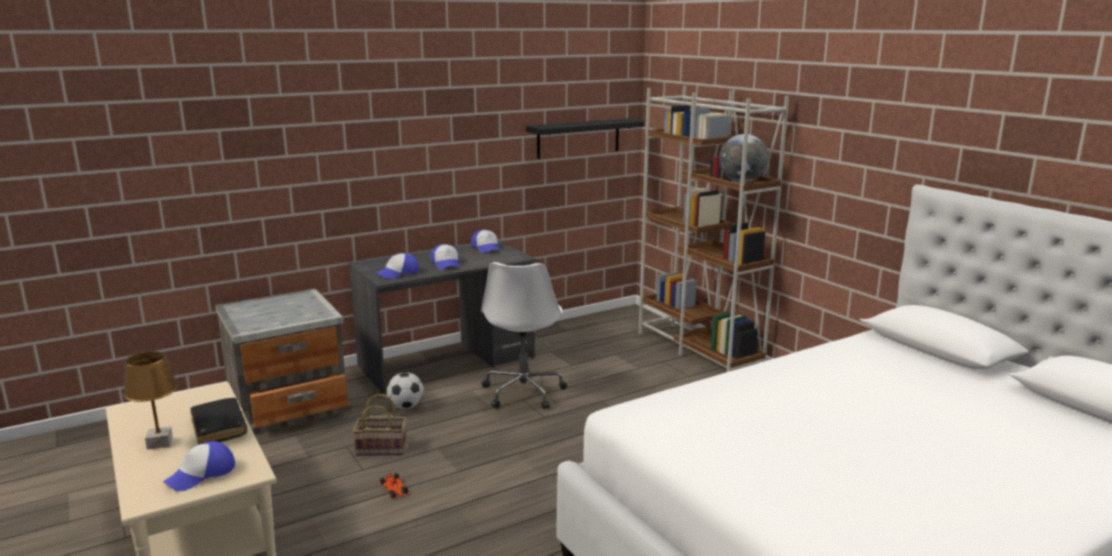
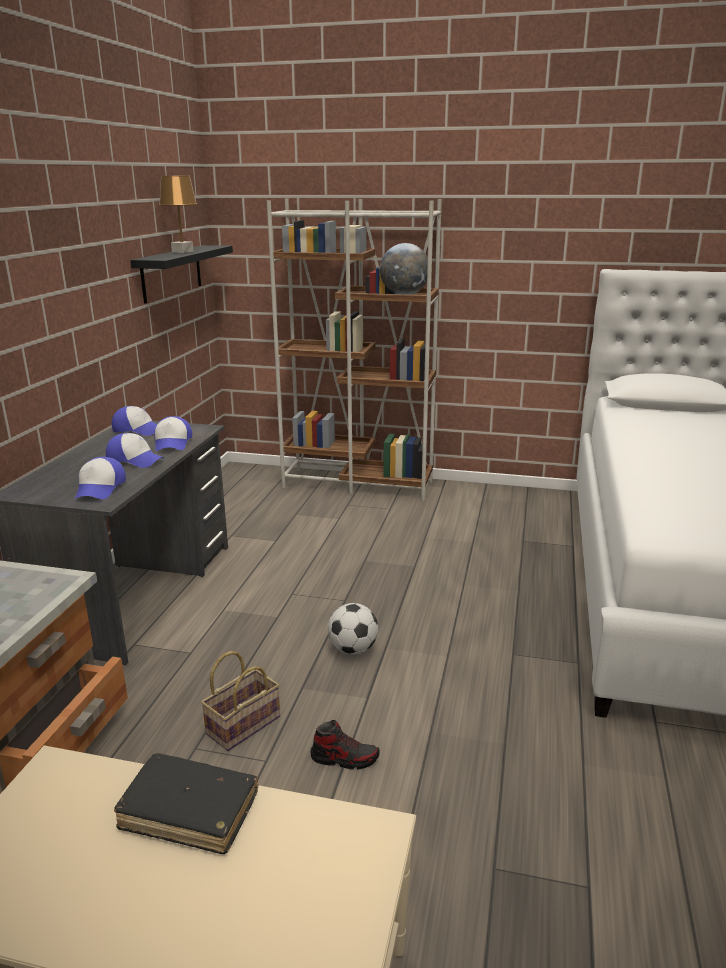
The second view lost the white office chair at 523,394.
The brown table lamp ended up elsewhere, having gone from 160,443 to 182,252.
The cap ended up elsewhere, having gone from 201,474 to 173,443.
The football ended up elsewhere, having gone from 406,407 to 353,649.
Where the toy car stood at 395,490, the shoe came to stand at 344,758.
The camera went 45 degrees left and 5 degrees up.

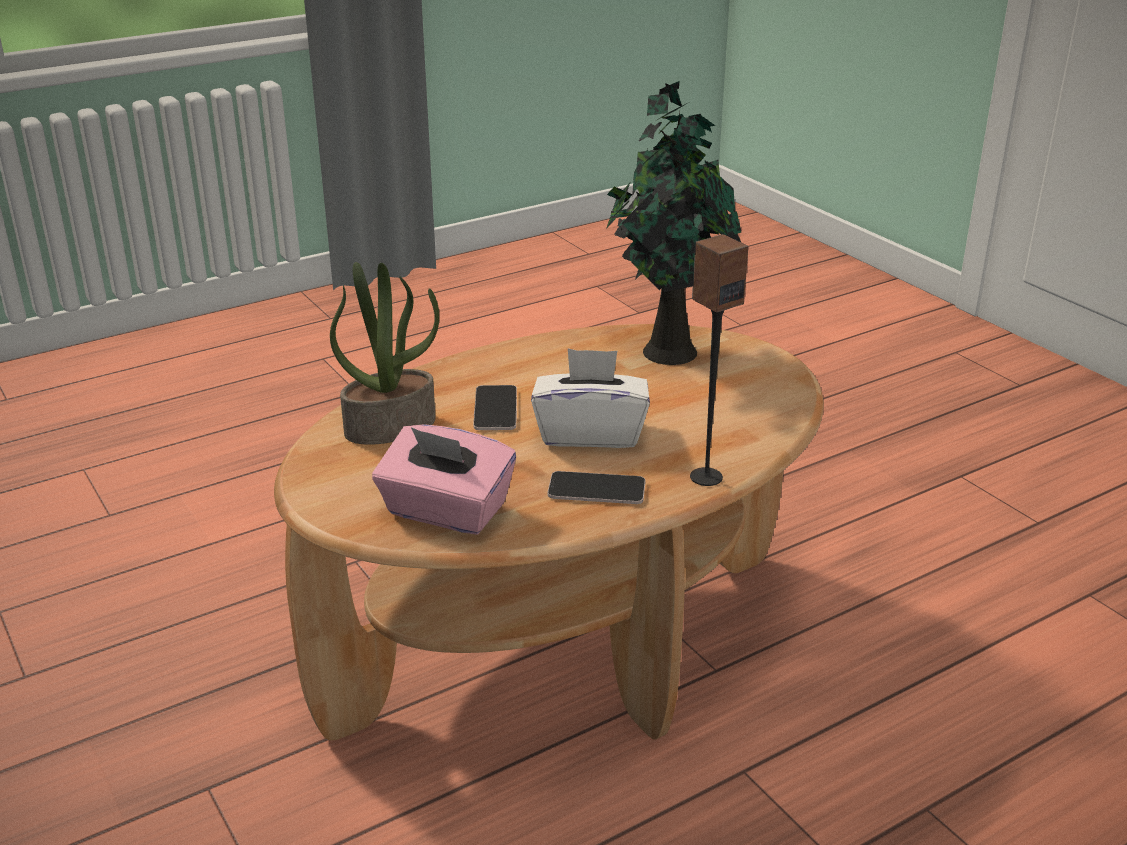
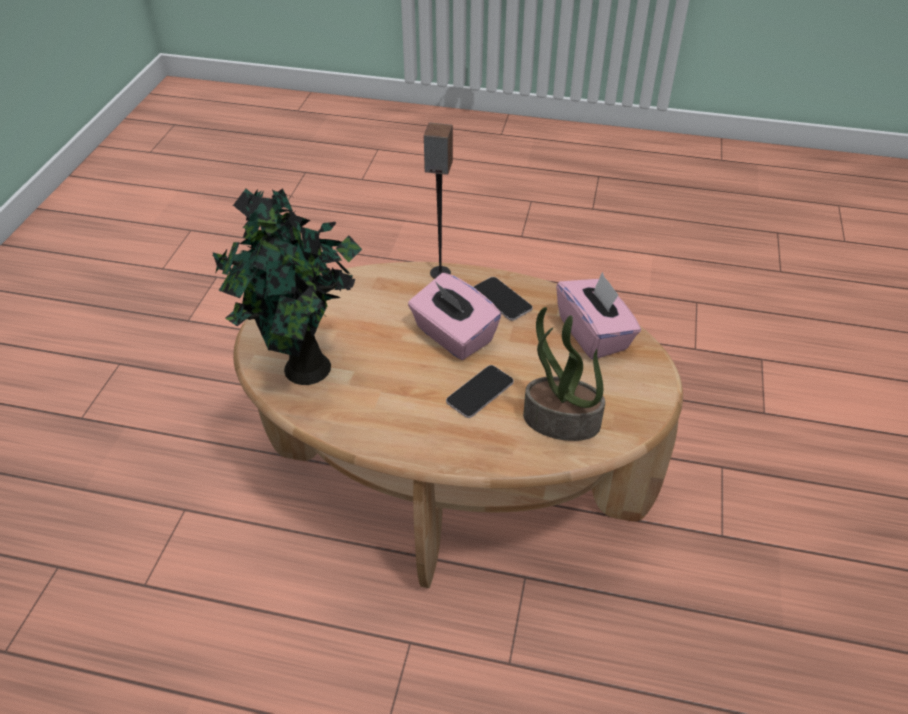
What was the white tissue box at 590,433 turned into the pink tissue box at 453,336.
The camera went 135 degrees left and 15 degrees up.

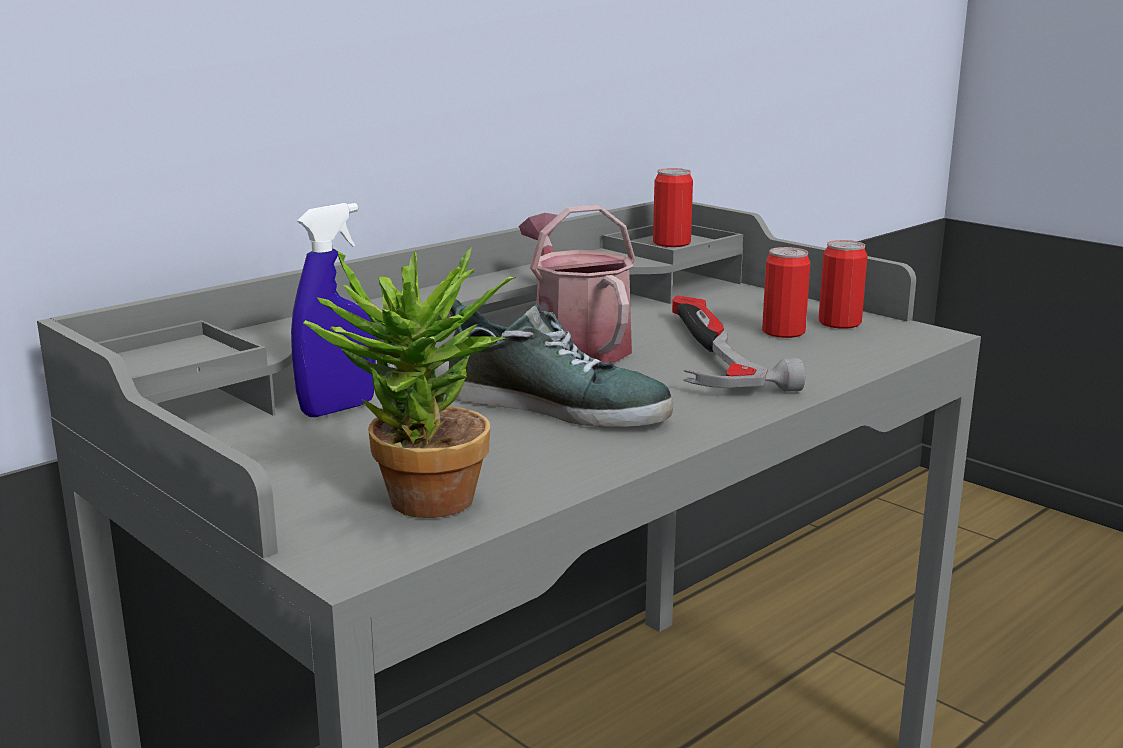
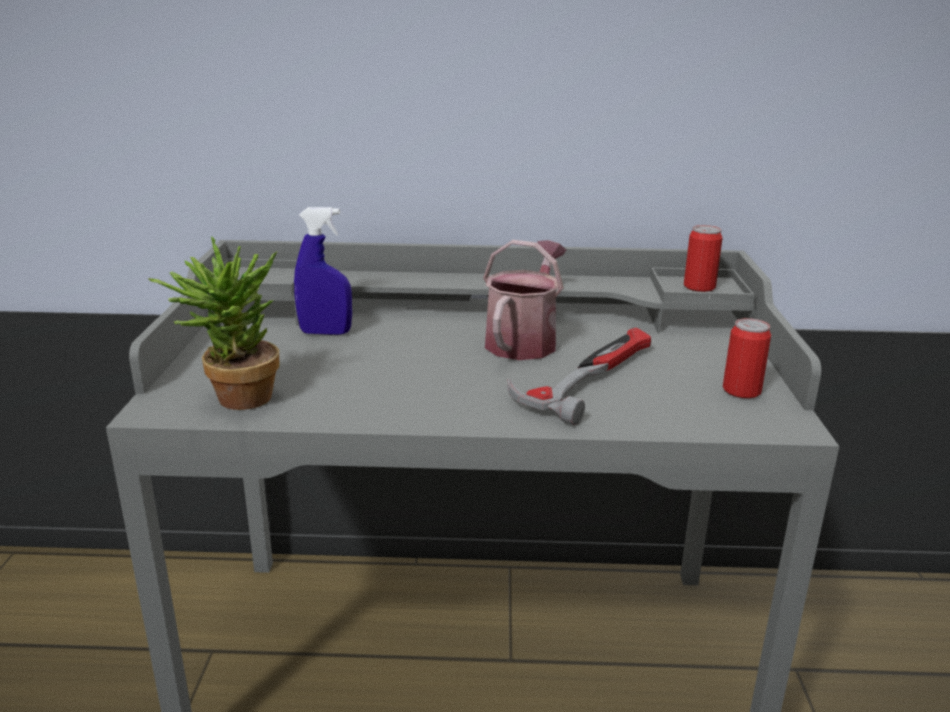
The second view lost the shoe at 557,405.
The second view lost the can at 783,332.
The camera went 45 degrees right and 5 degrees up.

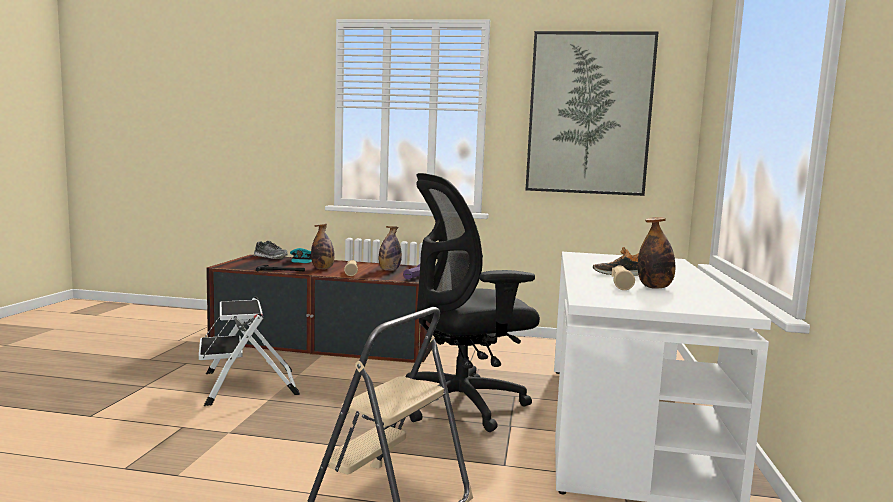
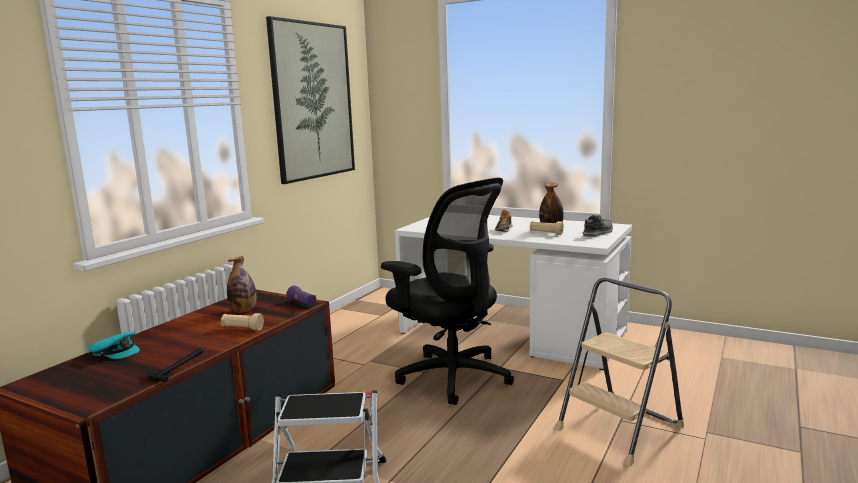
The second view lost the bottle at 322,269.
The shoe ended up elsewhere, having gone from 270,257 to 597,233.
The black office chair at 468,402 ended up facing another way, 45 degrees counterclockwise from before.
The camera went 70 degrees left and 5 degrees up.

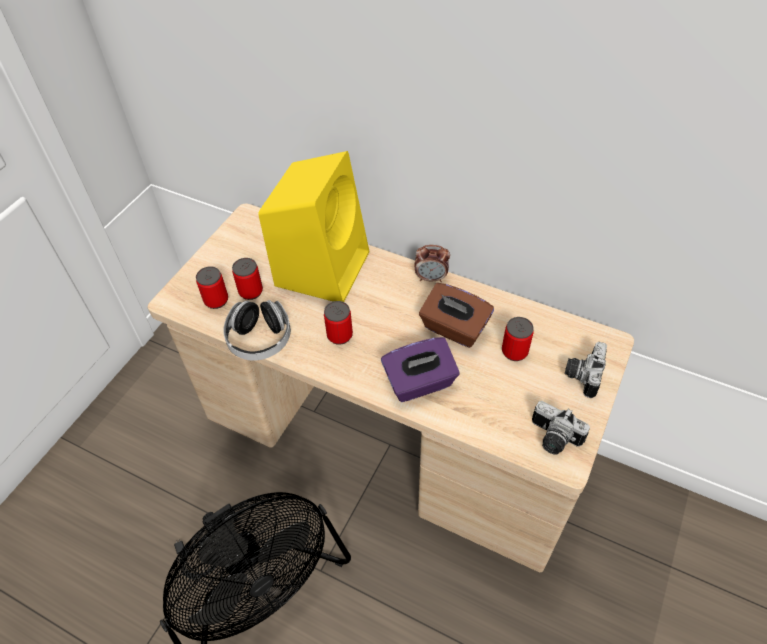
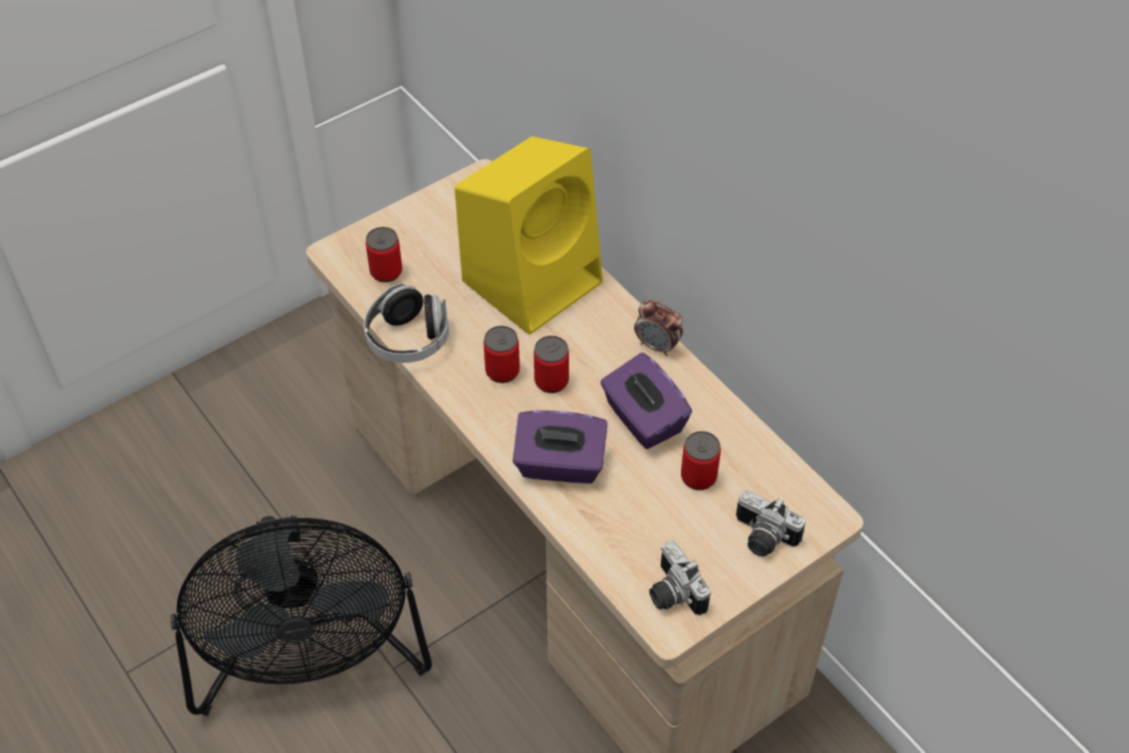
The can ended up elsewhere, having gone from 251,291 to 551,381.
What was the brown tissue box at 454,328 turned into the purple tissue box at 643,419.
The photo camera at 582,374 ended up facing another way, 105 degrees counterclockwise from before.
The camera went 25 degrees right and 0 degrees up.

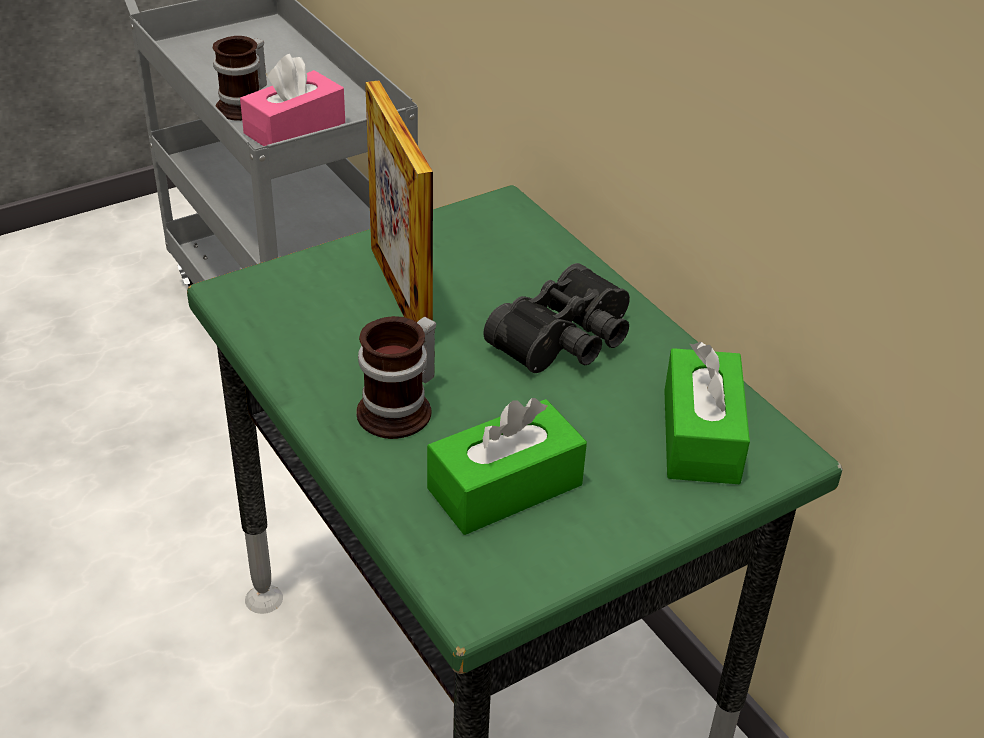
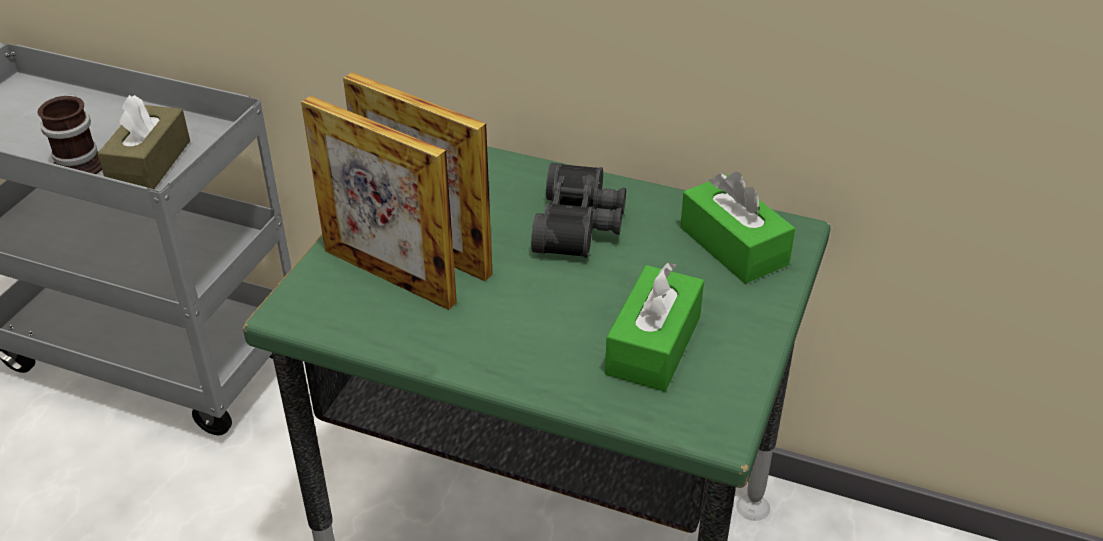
The second view lost the mug at 402,410.
The second view gained the picture frame at 389,276.
What was the pink tissue box at 295,128 turned into the brown tissue box at 149,163.
The camera went 35 degrees left and 0 degrees up.

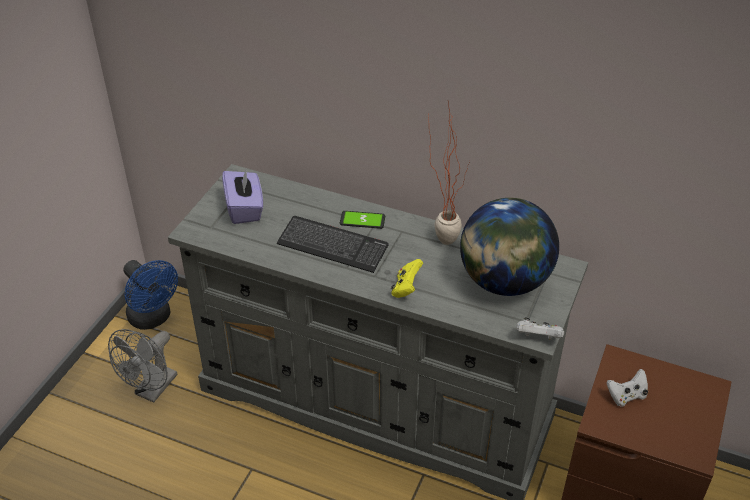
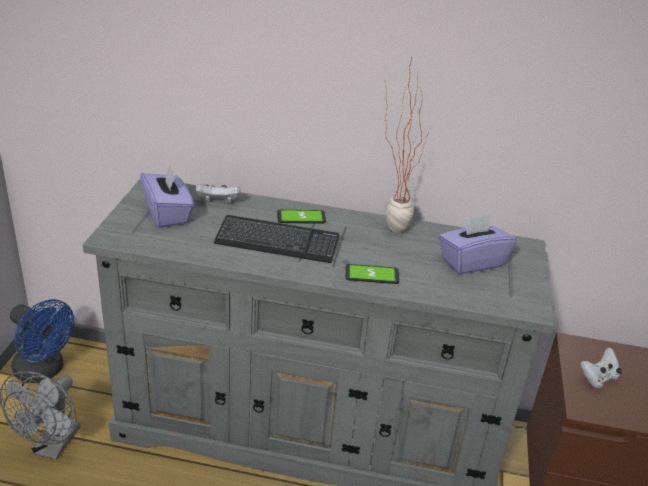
The white game controller ended up elsewhere, having gone from 538,338 to 218,203.
Where the yellow game controller stood at 406,288, the phone came to stand at 372,275.
Where the globe stood at 504,281, the purple tissue box came to stand at 471,262.
The camera went 15 degrees left and 10 degrees down.

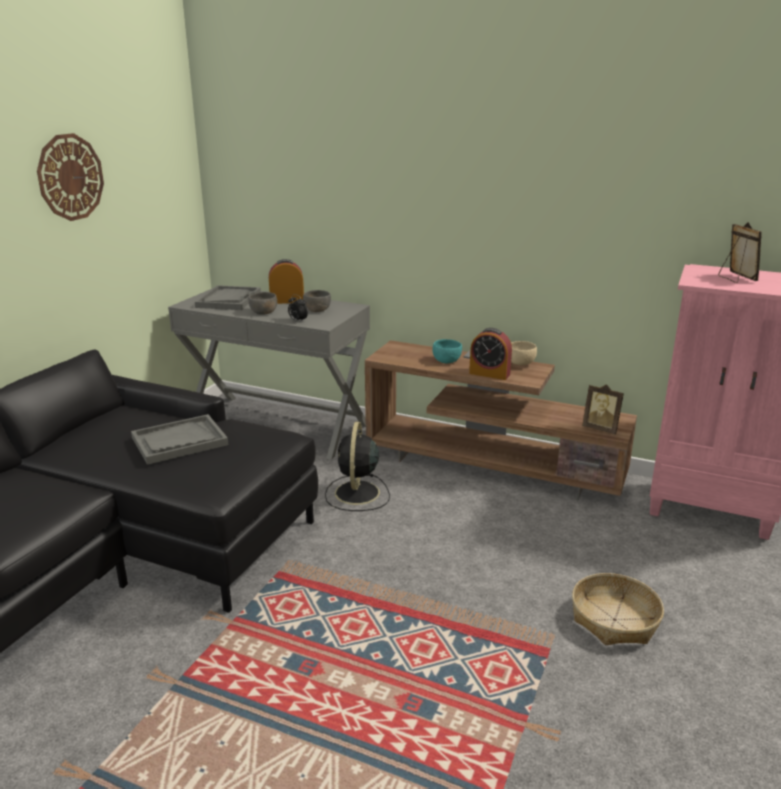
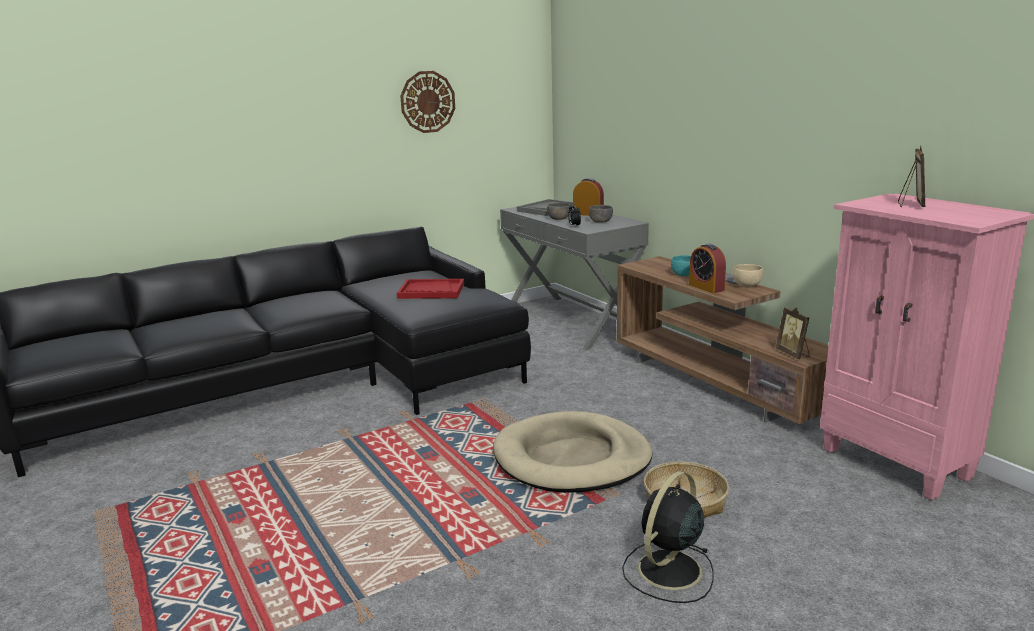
The second view gained the beige dog bed at 572,458.
The black fan ended up elsewhere, having gone from 357,494 to 668,571.
What was the grey tray at 179,441 turned into the red tray at 431,291.
The camera went 35 degrees right and 5 degrees down.

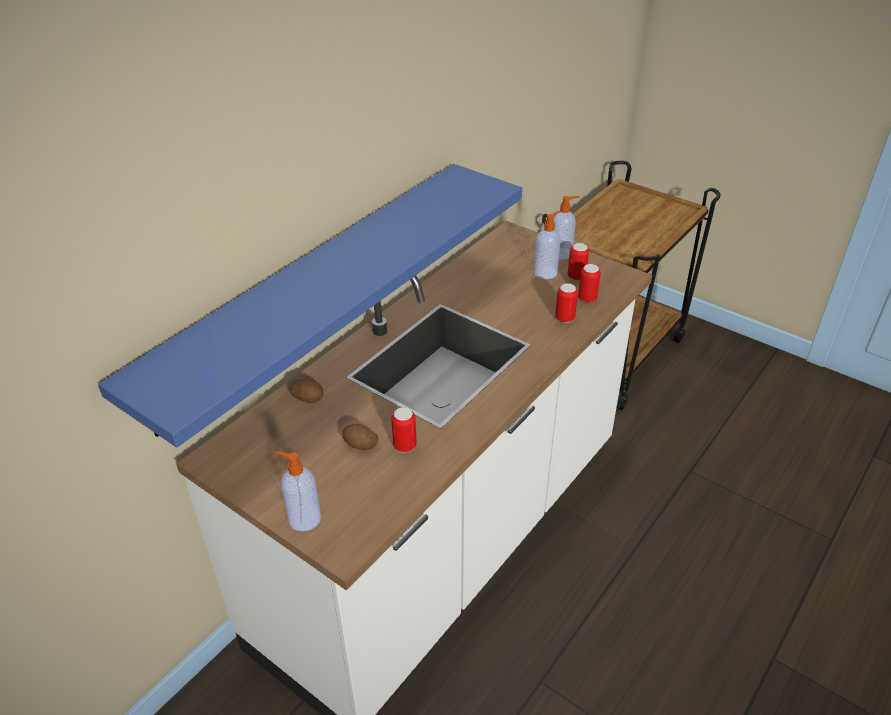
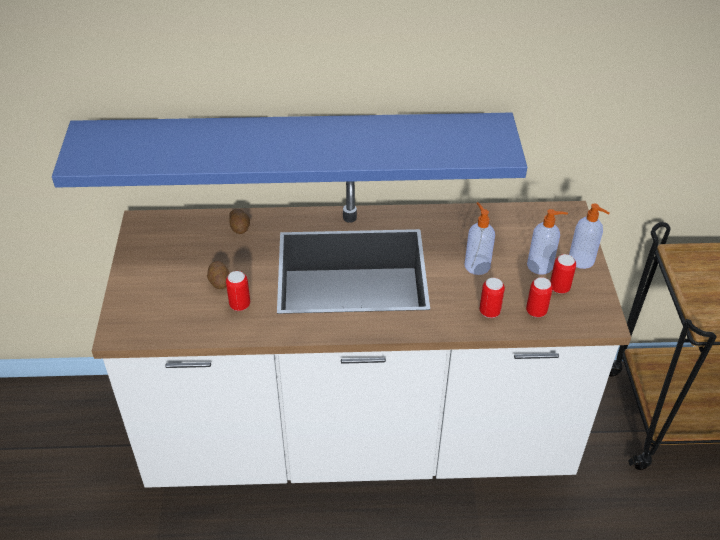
The soap dispenser ended up elsewhere, having gone from 303,518 to 476,265.
The camera went 50 degrees right and 5 degrees up.

